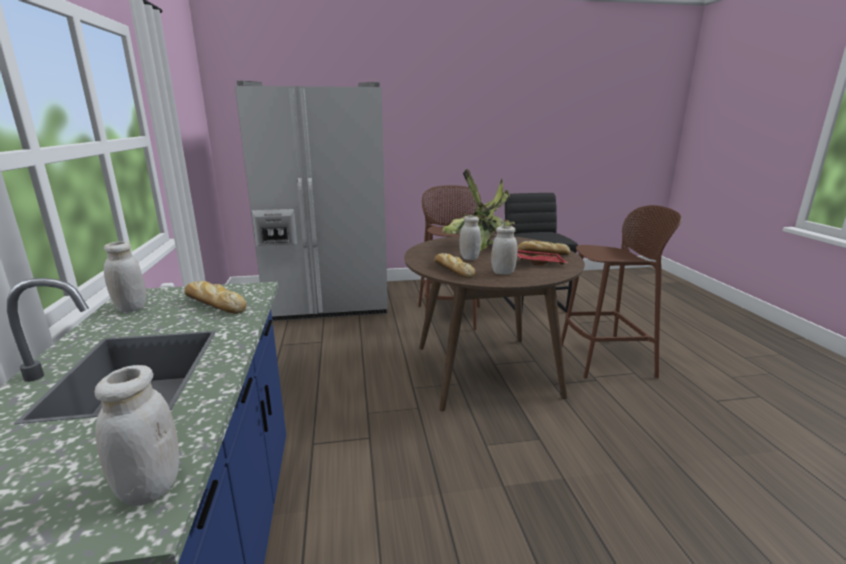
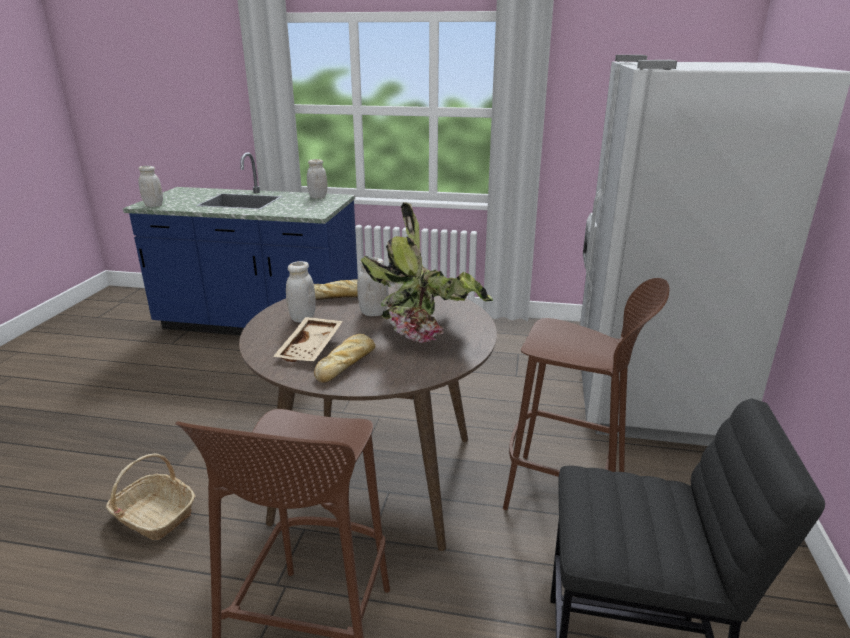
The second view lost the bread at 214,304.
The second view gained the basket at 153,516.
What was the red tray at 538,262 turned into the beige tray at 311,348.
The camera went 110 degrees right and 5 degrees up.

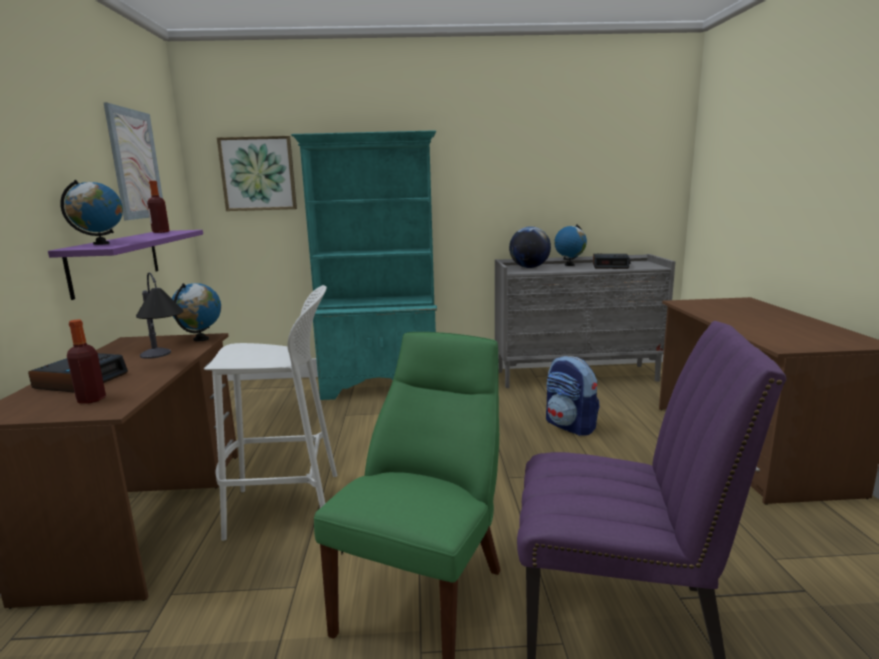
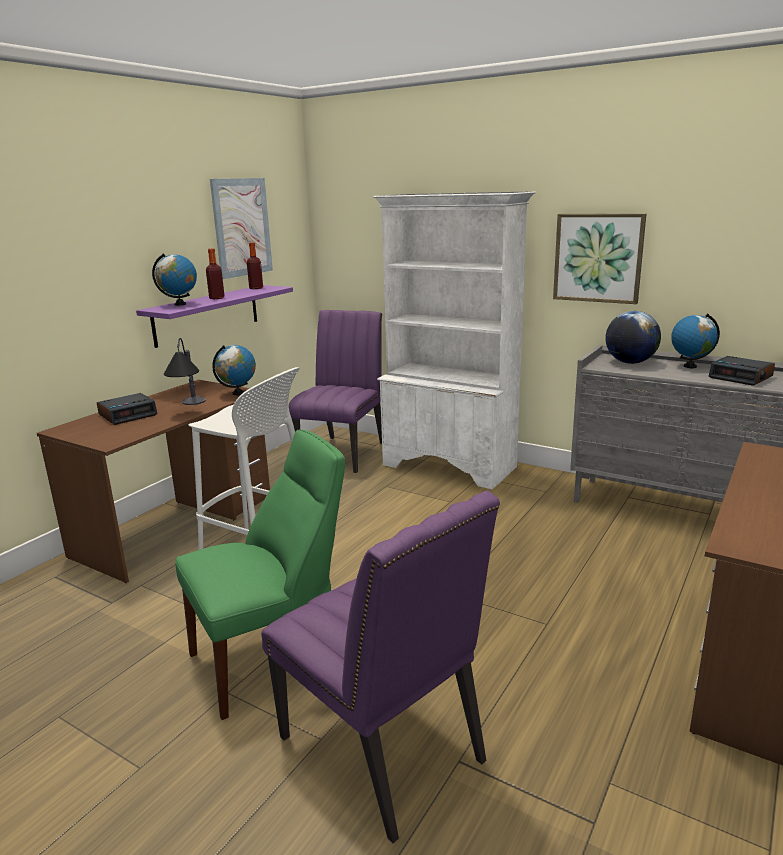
The second view lost the backpack at 570,426.
The second view gained the purple chair at 343,454.
The bottle ended up elsewhere, having gone from 91,399 to 217,298.
The picture ended up elsewhere, having gone from 258,174 to 598,258.
What was the turquoise bookcase at 381,386 turned into the white bookcase at 450,465.
The camera went 35 degrees right and 5 degrees up.

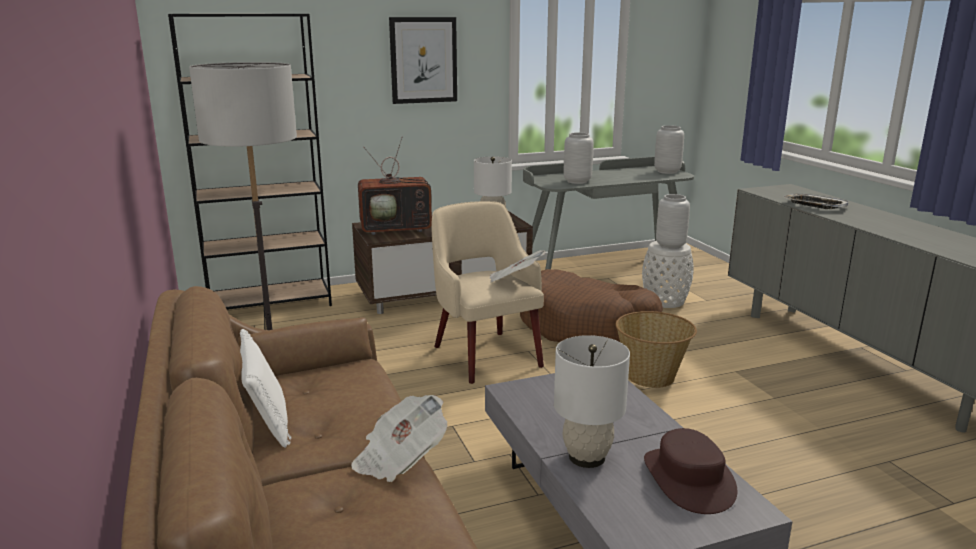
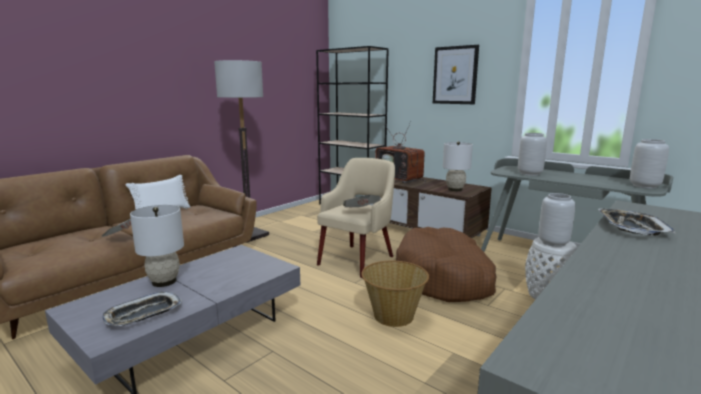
Where the brown hat stood at 689,479, the tray came to stand at 143,314.
The camera went 60 degrees right and 5 degrees down.

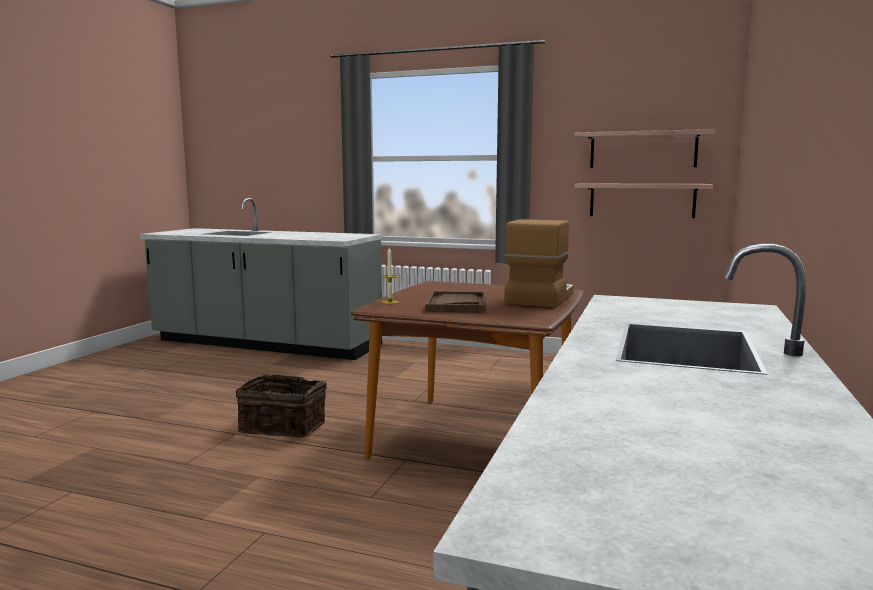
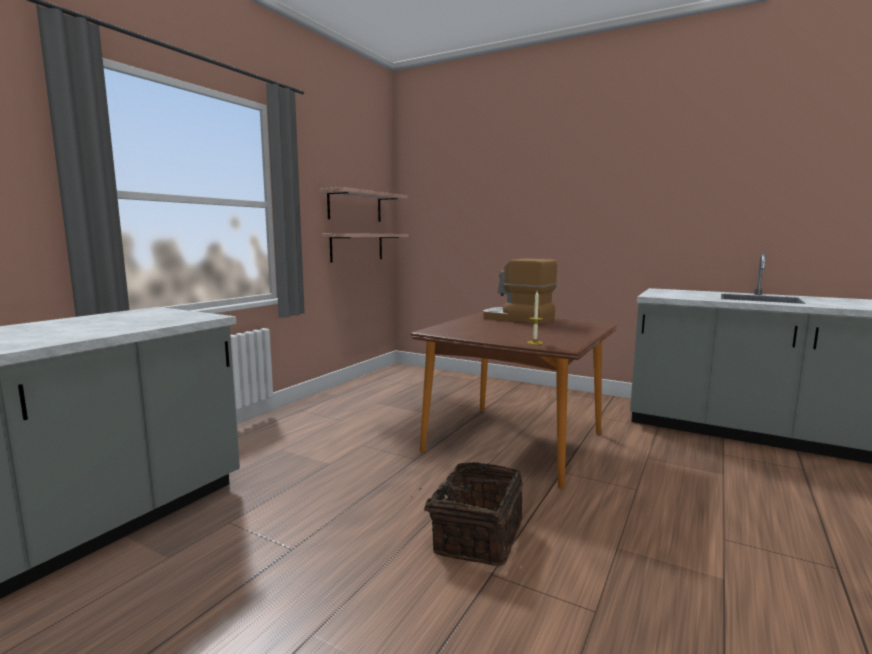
The second view lost the brown tray at 457,304.
The camera went 80 degrees left and 0 degrees up.

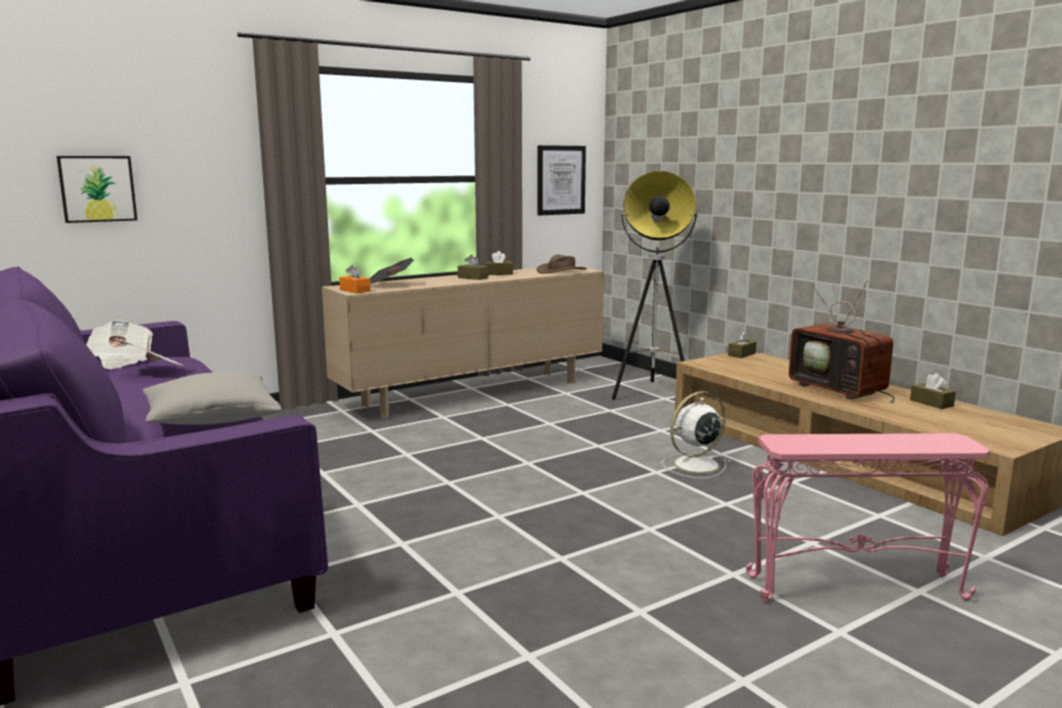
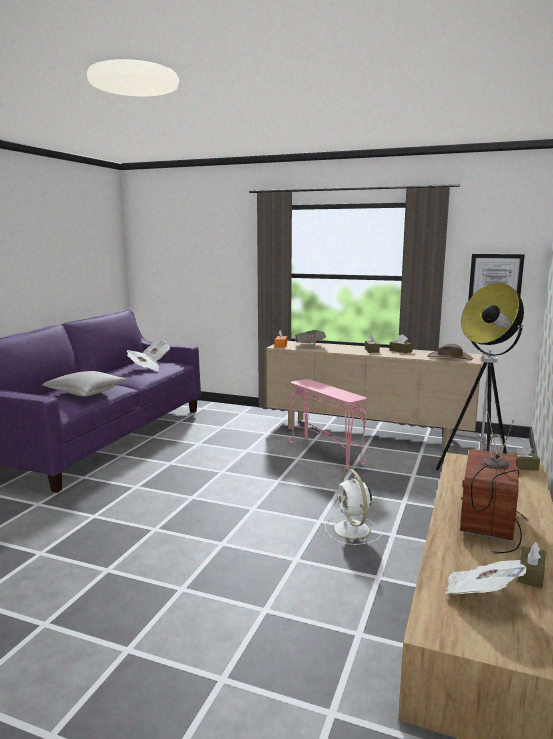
The second view lost the picture at 97,188.
The second view gained the newspaper at 480,594.
The pink side table ended up elsewhere, having gone from 856,588 to 325,454.
The white fan at 694,465 ended up facing another way, 135 degrees counterclockwise from before.
The camera went 55 degrees right and 0 degrees up.

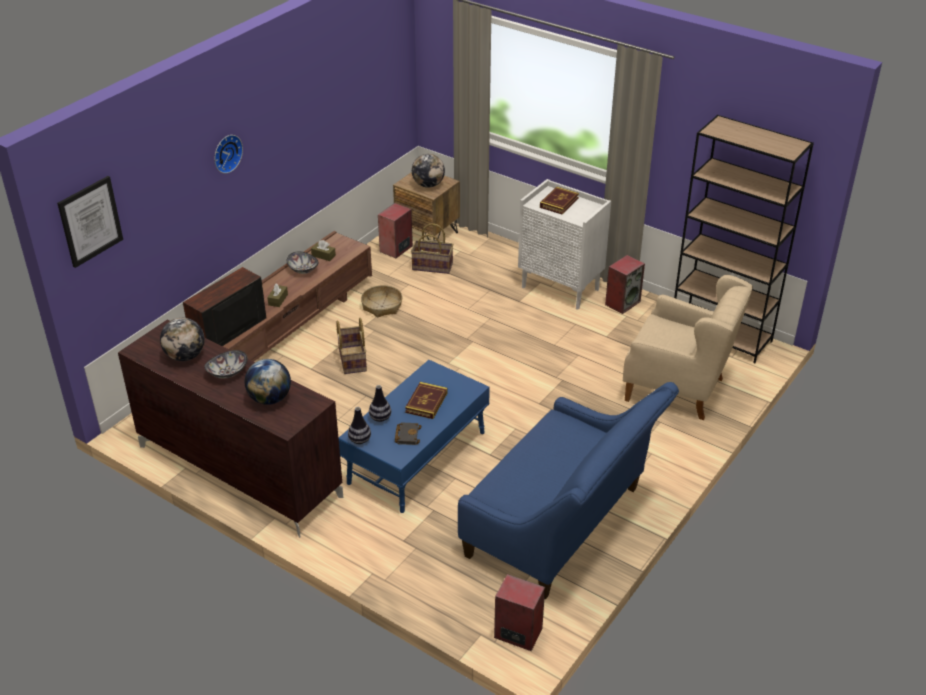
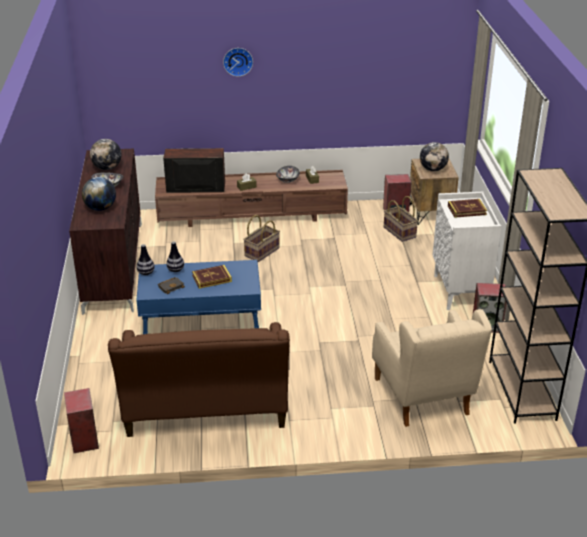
The second view lost the picture at 90,221.
The second view lost the basket at 382,306.
What was the blue sofa at 562,526 turned into the brown sofa at 206,411.
The camera went 50 degrees right and 5 degrees down.

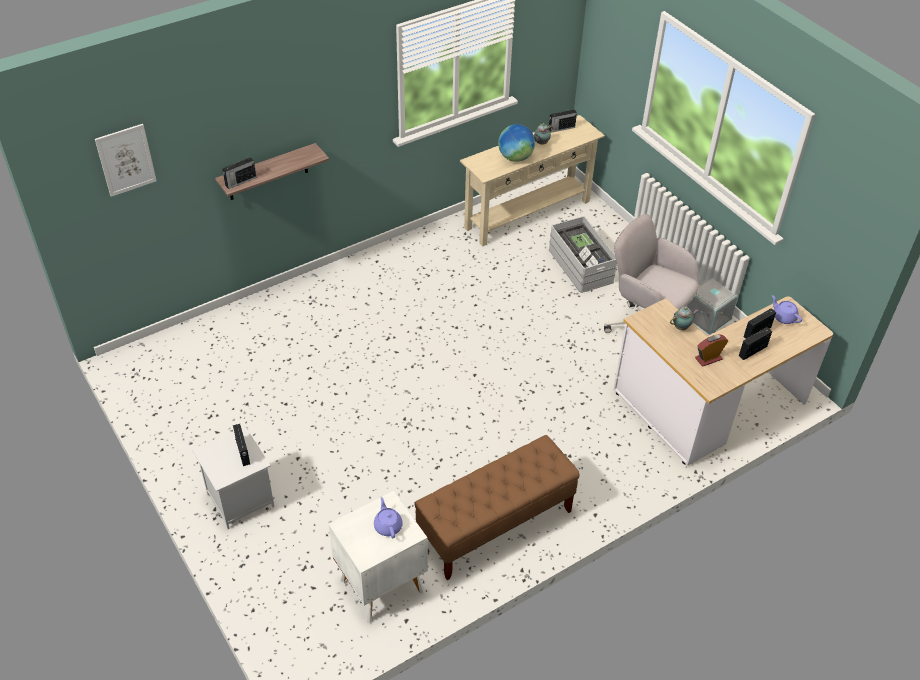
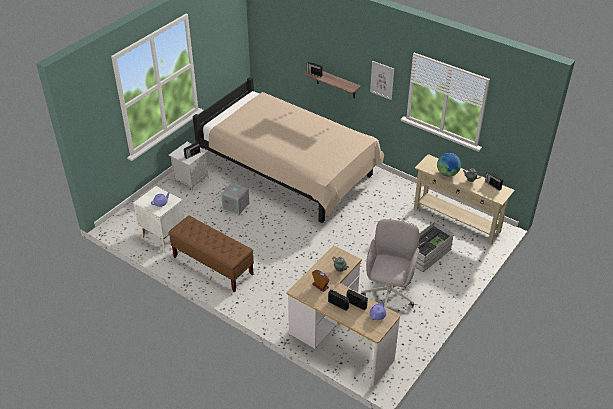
The second view gained the beige bed at 289,171.
The picture ended up elsewhere, having gone from 126,160 to 382,80.
The grey storage box ended up elsewhere, having gone from 707,317 to 236,205.
The camera went 70 degrees right and 5 degrees down.

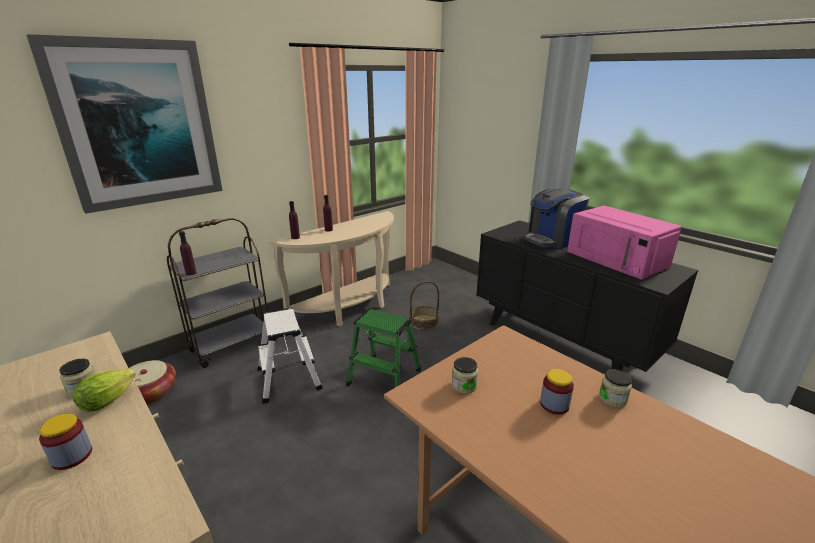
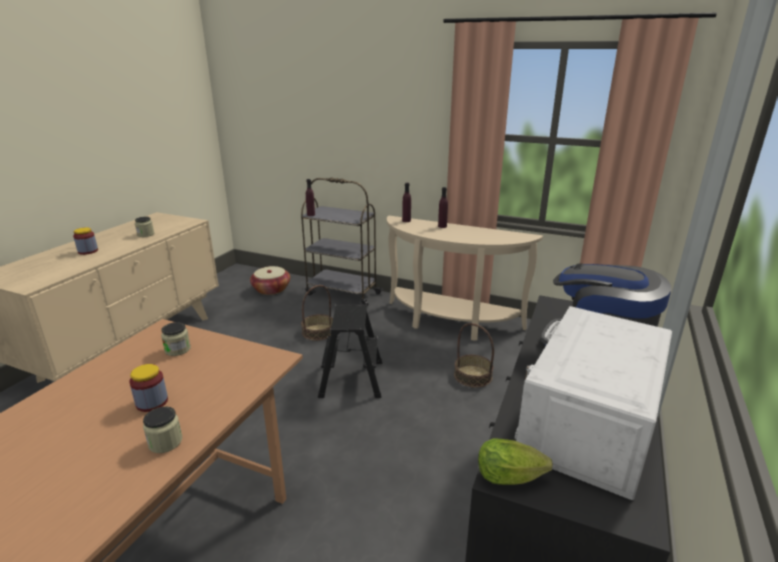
The second view lost the picture at 138,124.
The lettuce ended up elsewhere, having gone from 111,399 to 513,477.
Where the white step ladder stood at 289,378, the basket came to stand at 318,332.
What was the green step ladder at 384,377 turned into the black step ladder at 351,379.
What was the pink microwave at 617,259 turned into the white microwave at 589,424.
The camera went 65 degrees right and 0 degrees up.

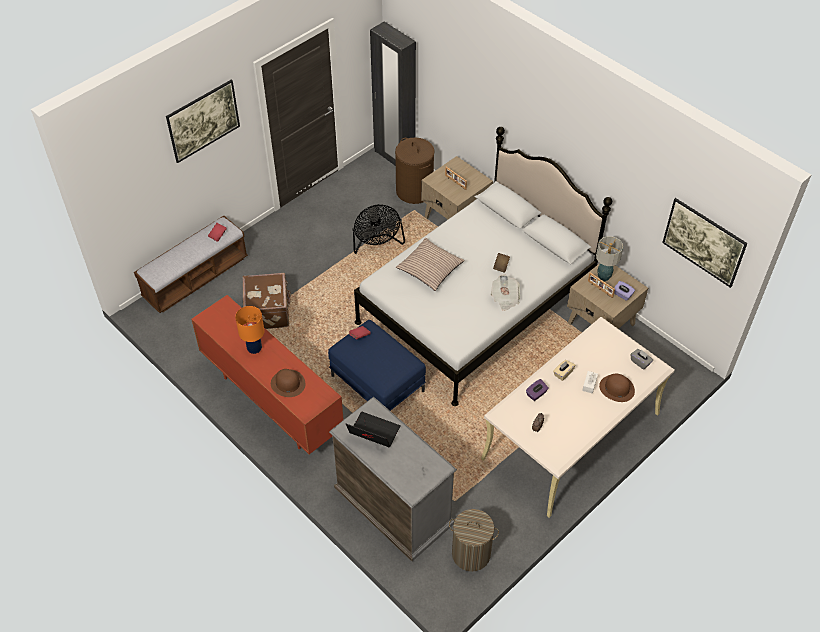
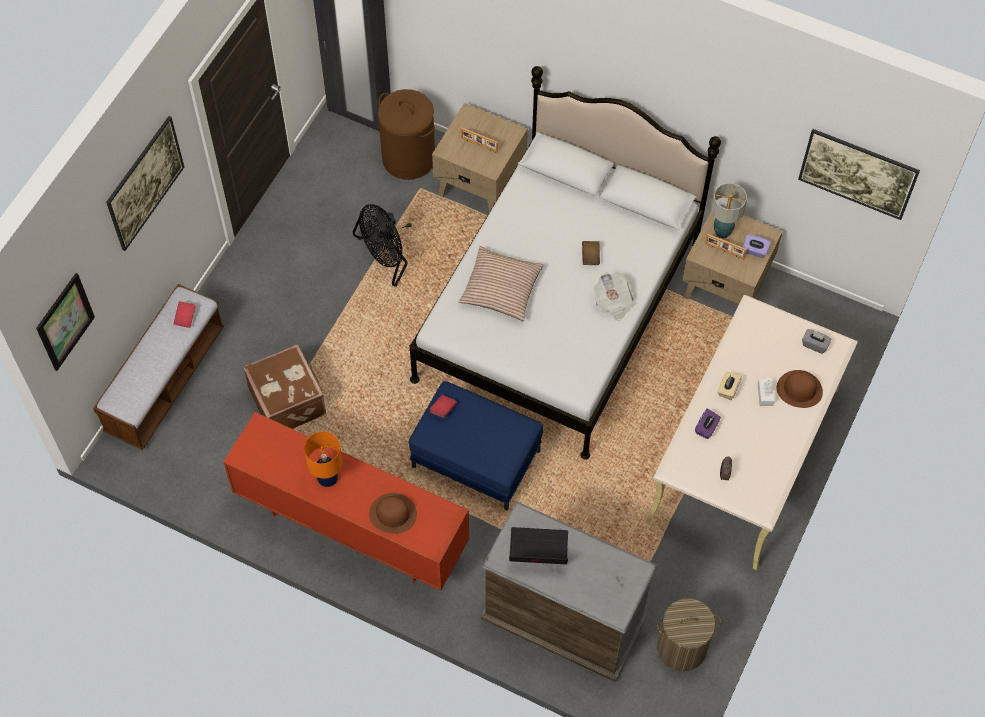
The second view gained the picture at 65,322.
The black fan at 374,242 ended up facing another way, 90 degrees clockwise from before.
The camera went 20 degrees left and 10 degrees up.

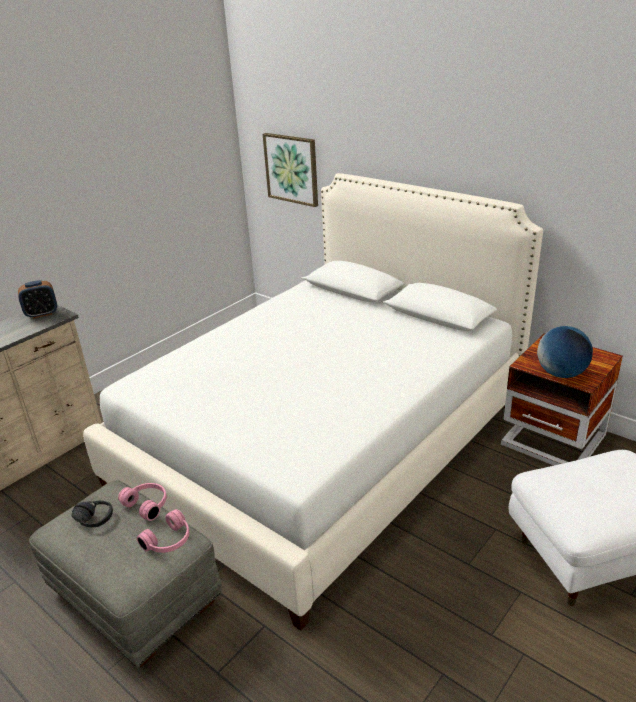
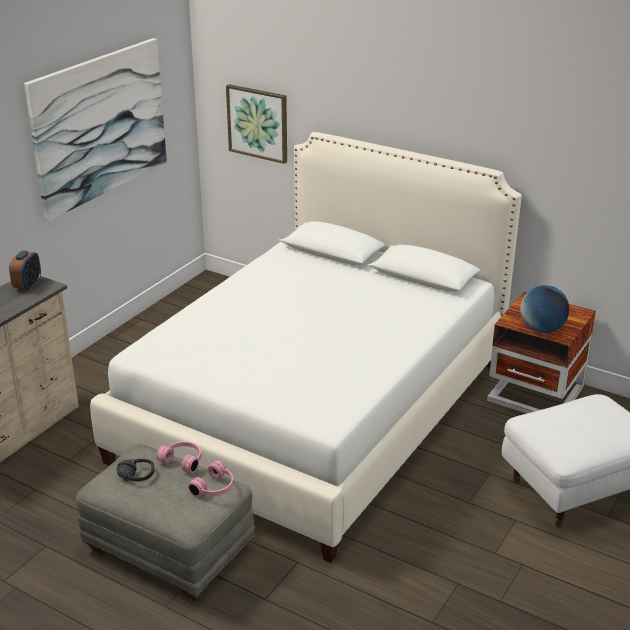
The second view gained the picture at 100,126.
The alarm clock at 42,314 ended up facing another way, 45 degrees counterclockwise from before.
The camera went 10 degrees left and 0 degrees up.

